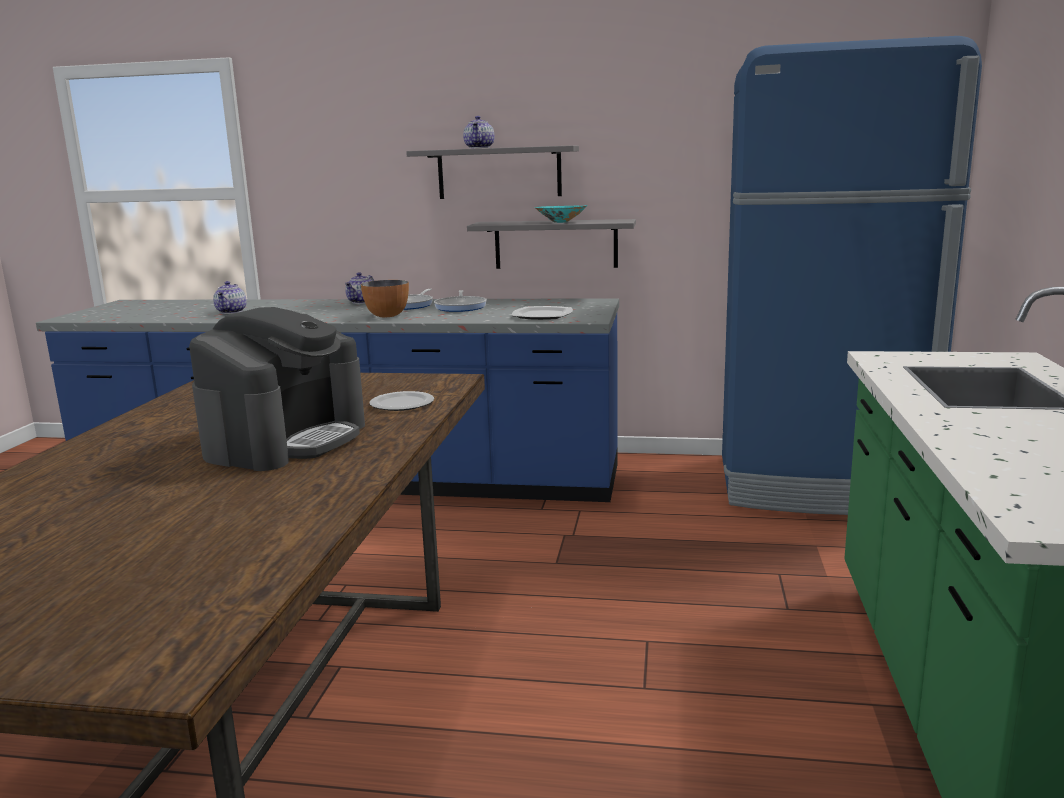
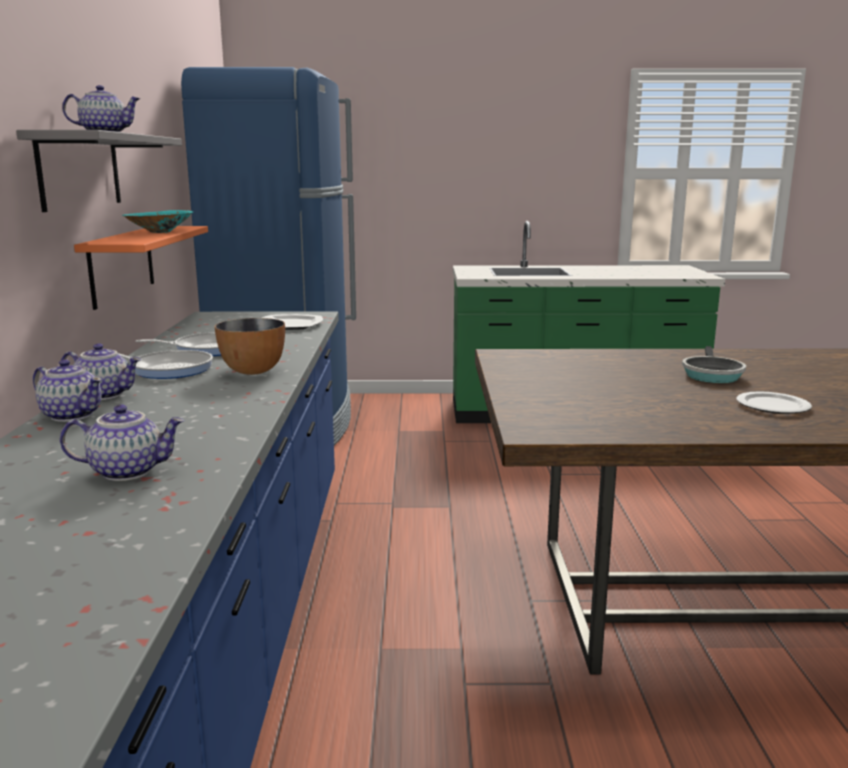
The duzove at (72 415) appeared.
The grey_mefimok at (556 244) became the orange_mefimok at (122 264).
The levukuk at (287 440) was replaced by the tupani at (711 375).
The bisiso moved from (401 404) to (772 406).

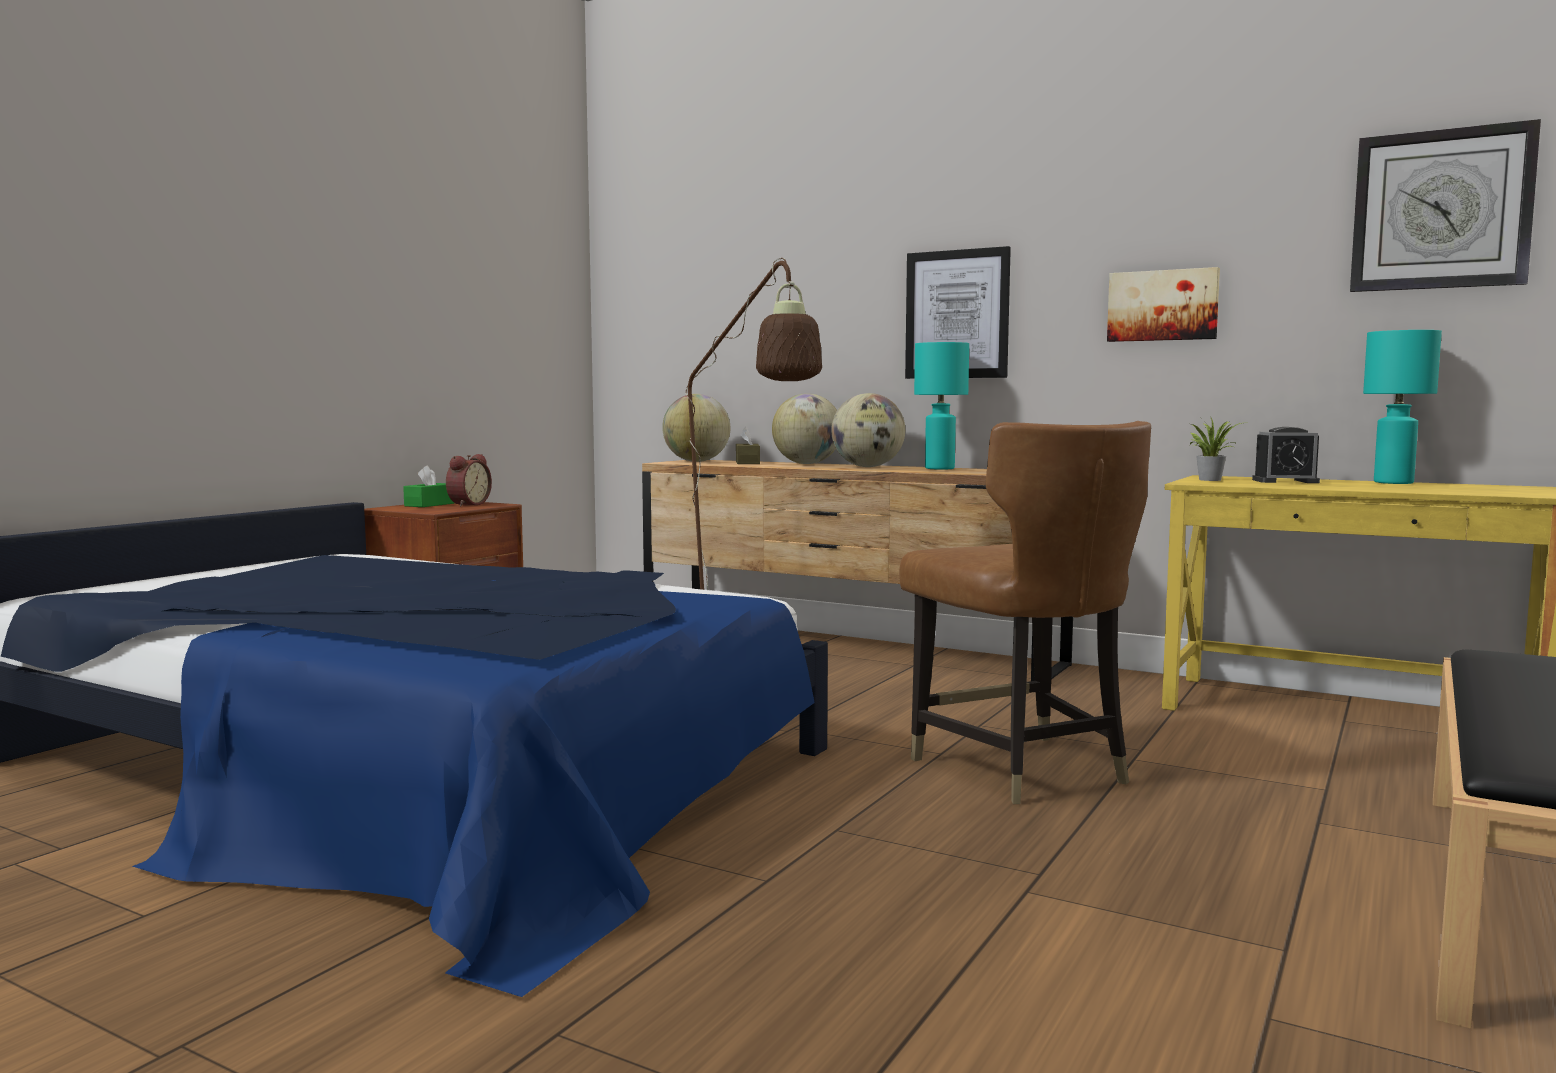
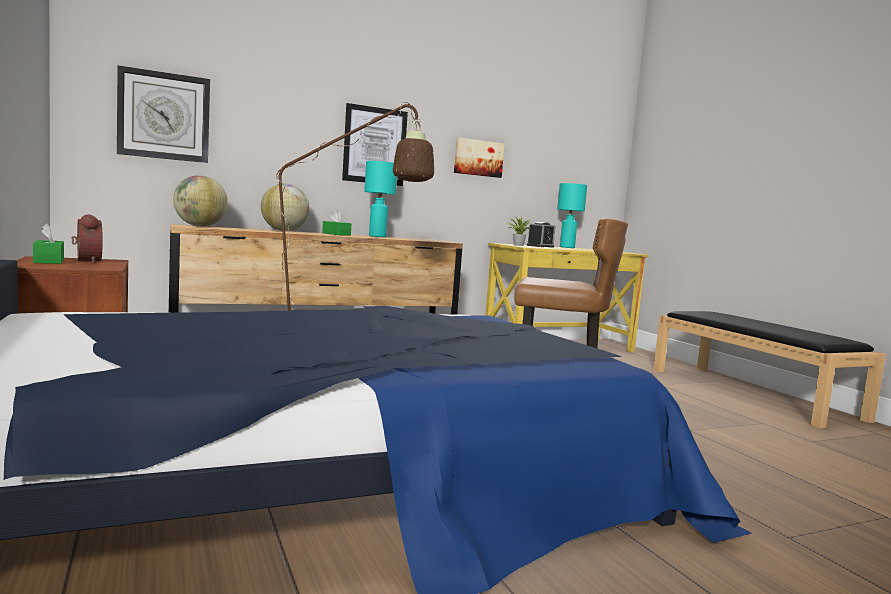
The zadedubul moved from (1441 210) to (164 116).
The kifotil at (867 467) was replaced by the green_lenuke at (336 234).
The brown_lenuke at (747 463) disappeared.

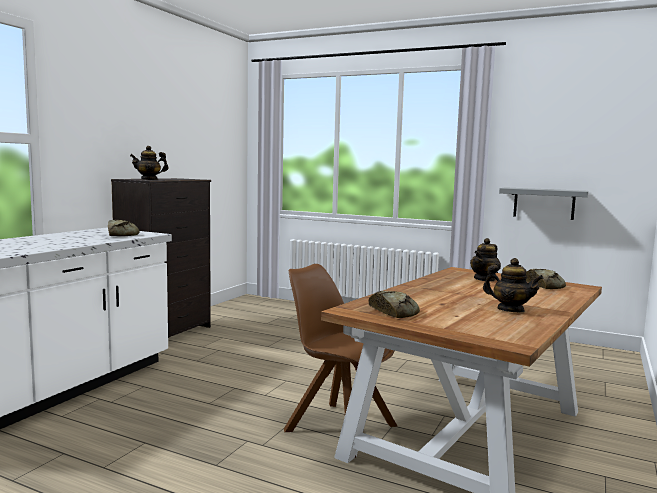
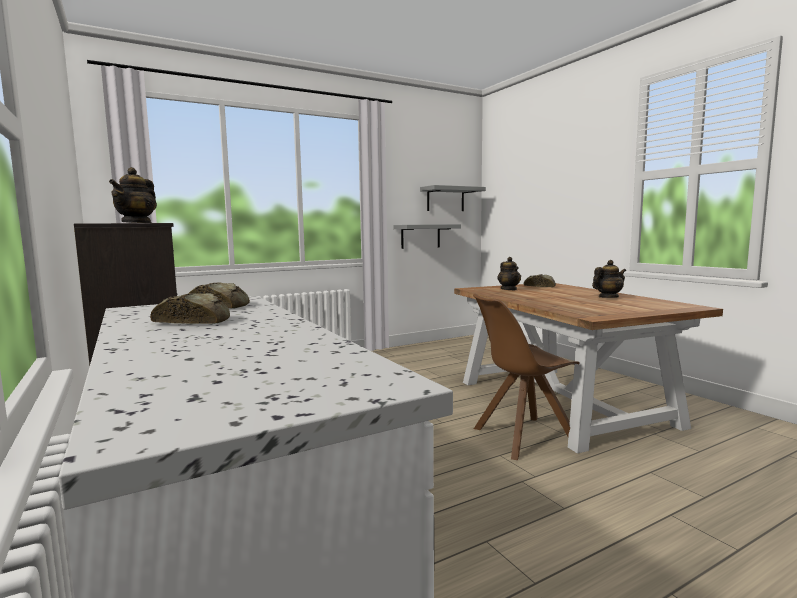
The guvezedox moved from (394 311) to (194 321).
The grey_mefimok at (445 199) appeared.

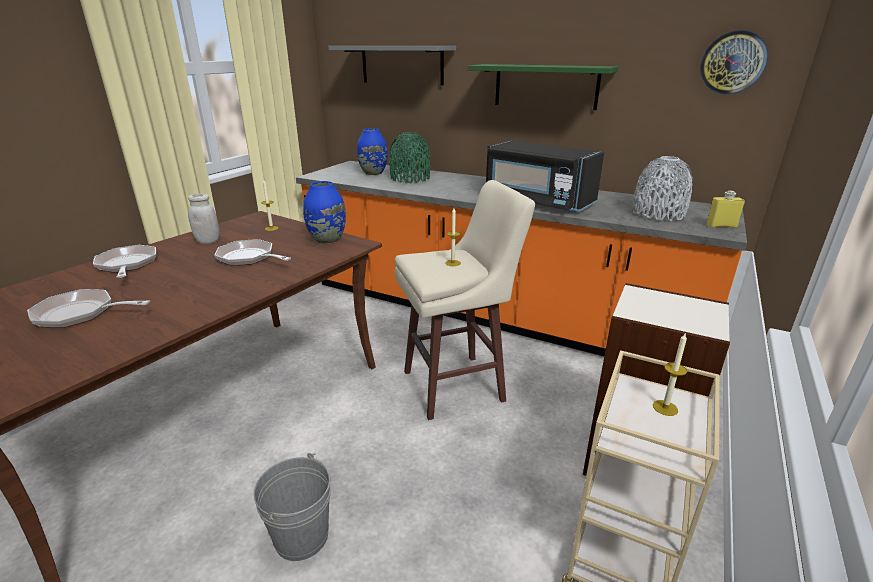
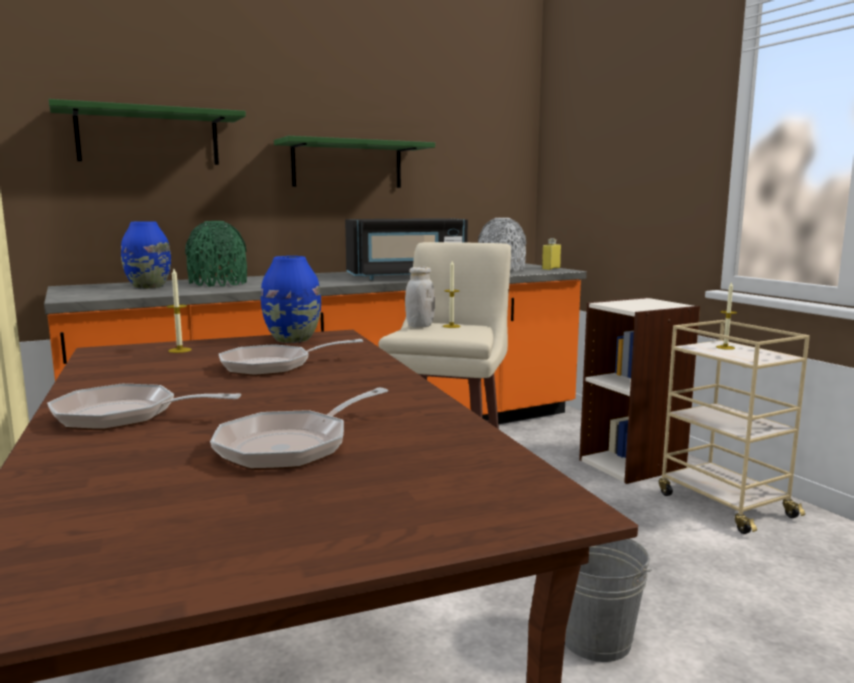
The grey_mefimok at (402 65) became the green_mefimok at (149 137).
The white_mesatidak moved from (208 241) to (419 326).
The zadedubul at (732 62) disappeared.

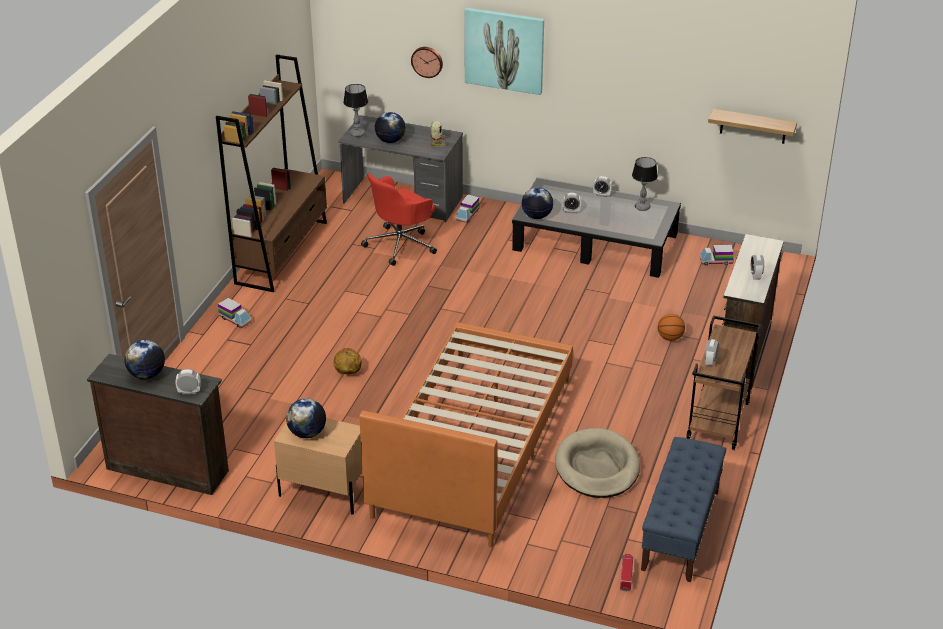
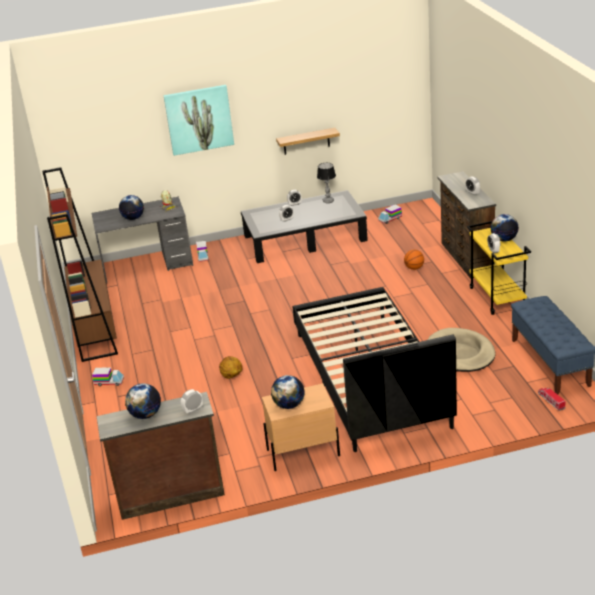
The mefimok moved from (753 126) to (306 141).
The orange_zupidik at (473 446) became the black_zupidik at (370 378).
The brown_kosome at (718 422) became the yellow_kosome at (498 298).
The kifotil moved from (537 216) to (504 239).
The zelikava at (357 134) disappeared.
The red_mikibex at (401 244) disappeared.
The zadedubul at (427 61) disappeared.

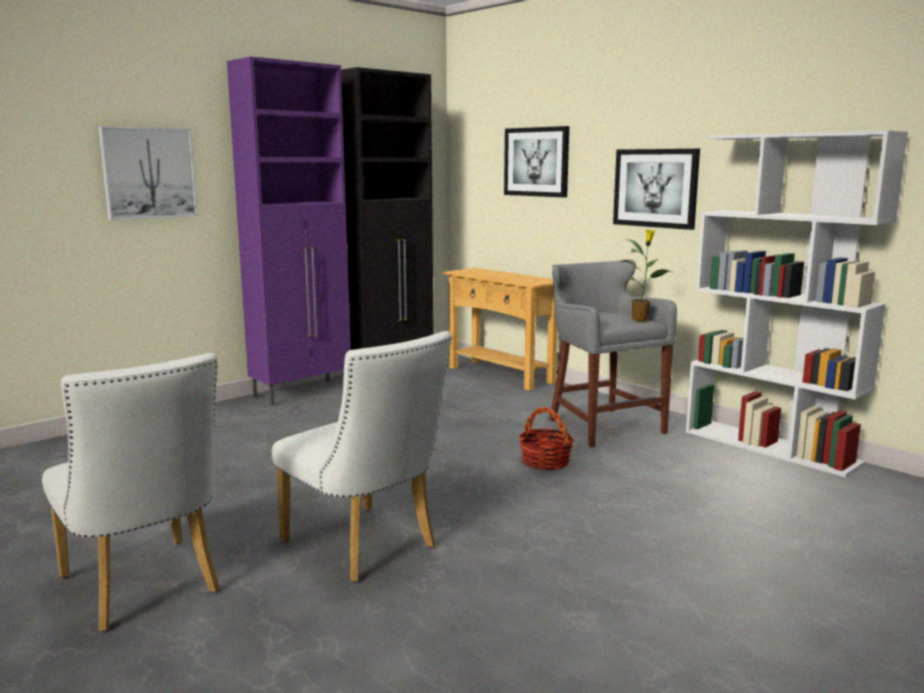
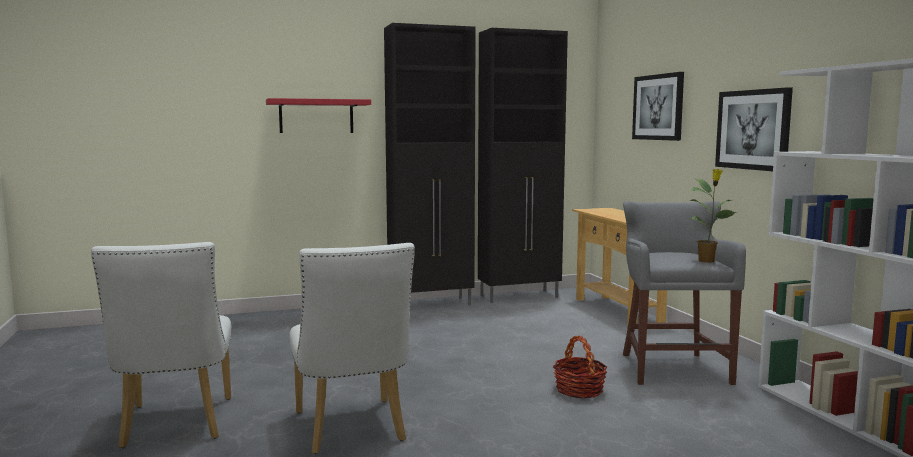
The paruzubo at (149 173) was replaced by the red_mefimok at (316 116).
The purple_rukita at (303 392) became the black_rukita at (432 304).

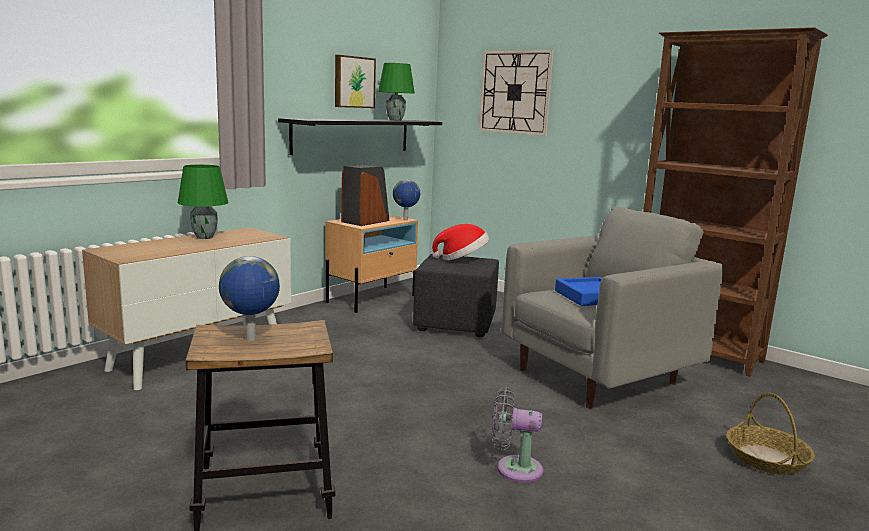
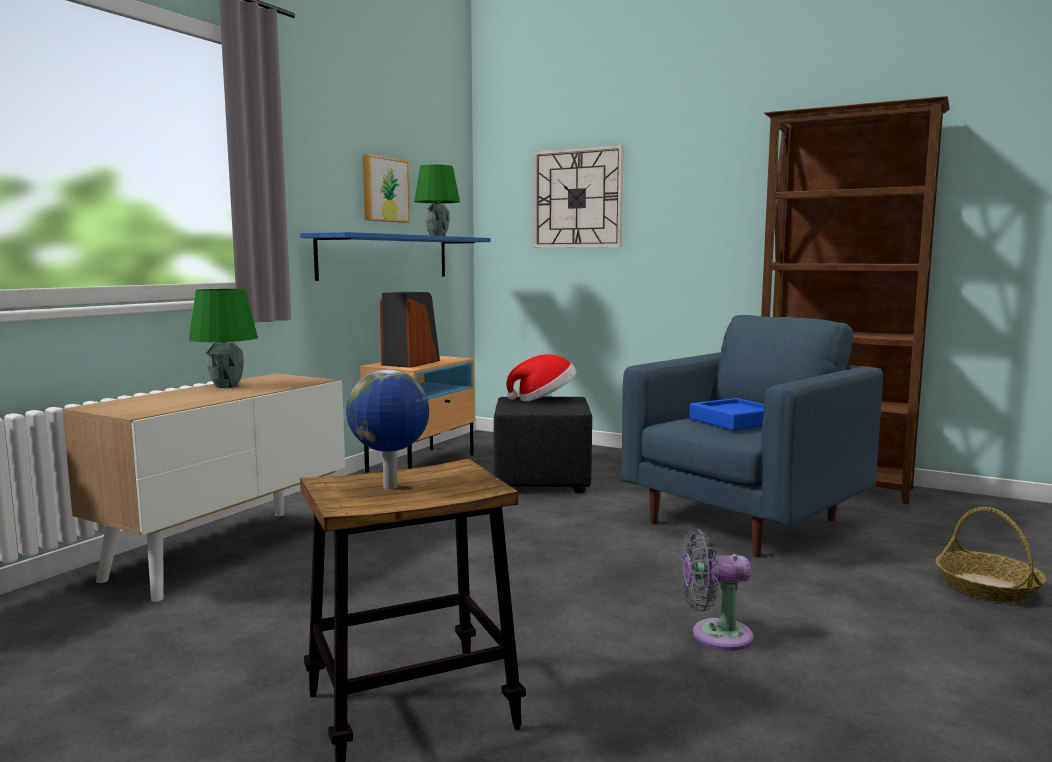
The black_mefimok at (352 136) became the blue_mefimok at (385 257).
The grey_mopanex at (597 377) became the blue_mopanex at (743 521).
The kifotil at (405 220) disappeared.

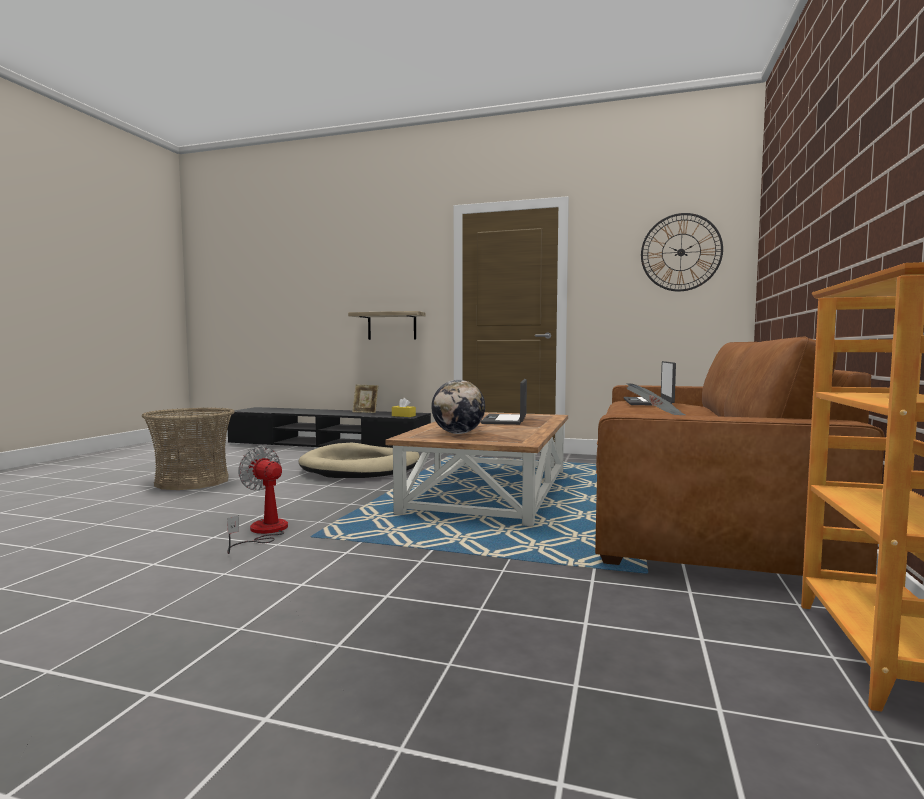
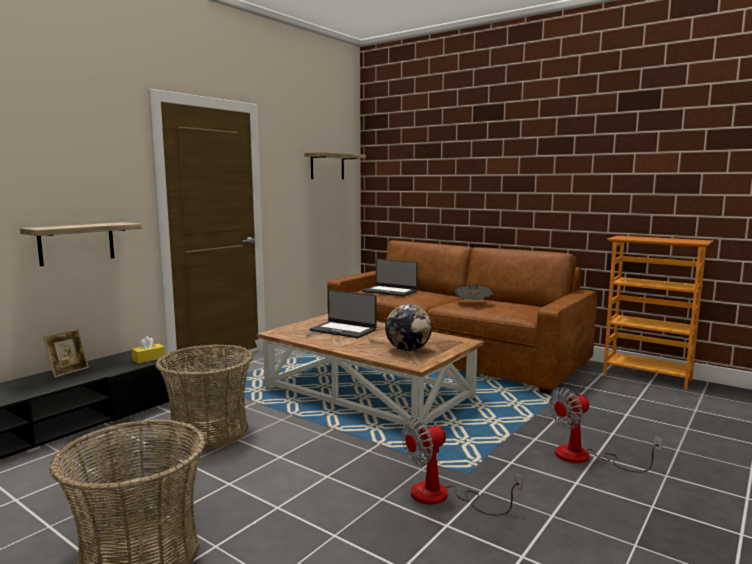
The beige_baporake at (361 467) was replaced by the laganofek at (209 432).
The zadedubul at (681 252) was replaced by the mefimok at (327 166).
The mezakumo at (585 457) appeared.

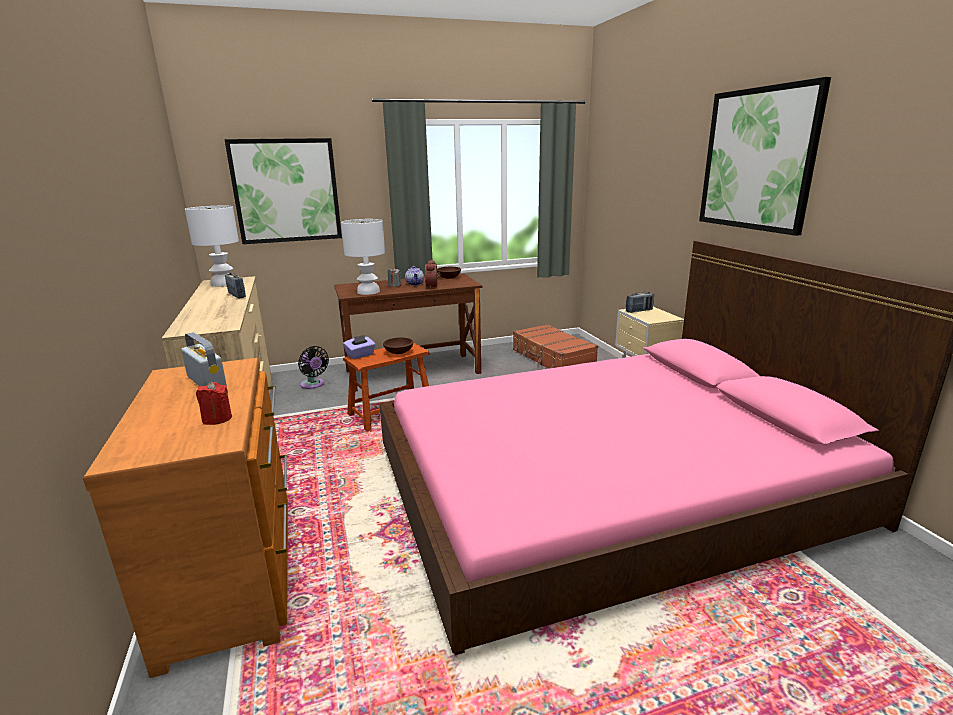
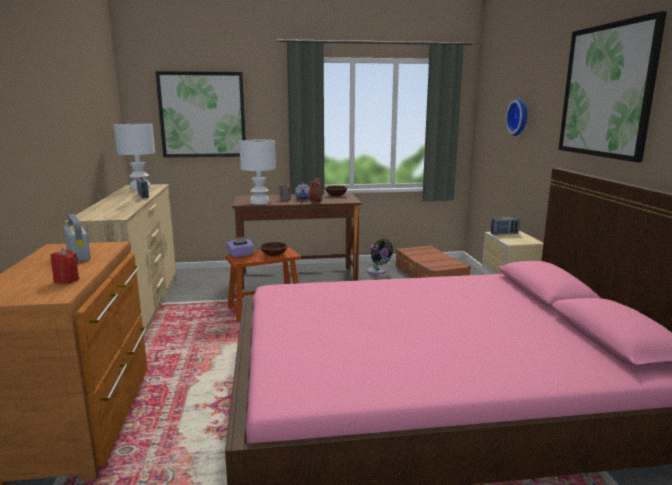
The black_mezakumo moved from (313 385) to (377 272).
The zadedubul at (519 117) appeared.

